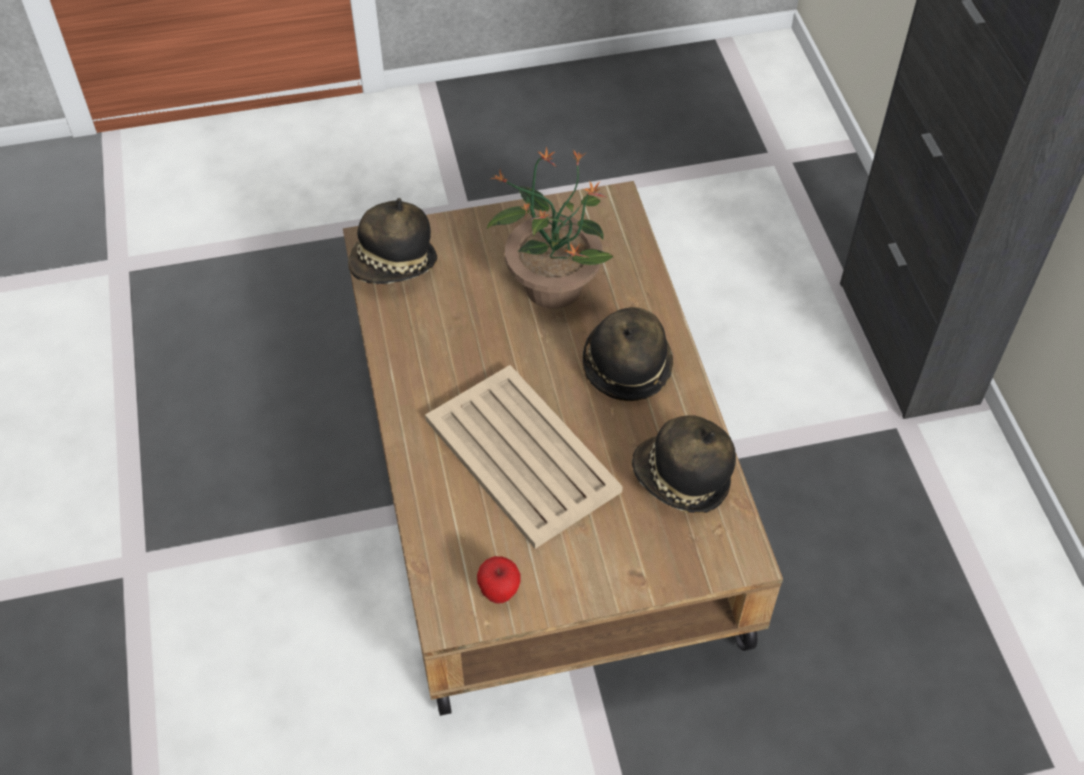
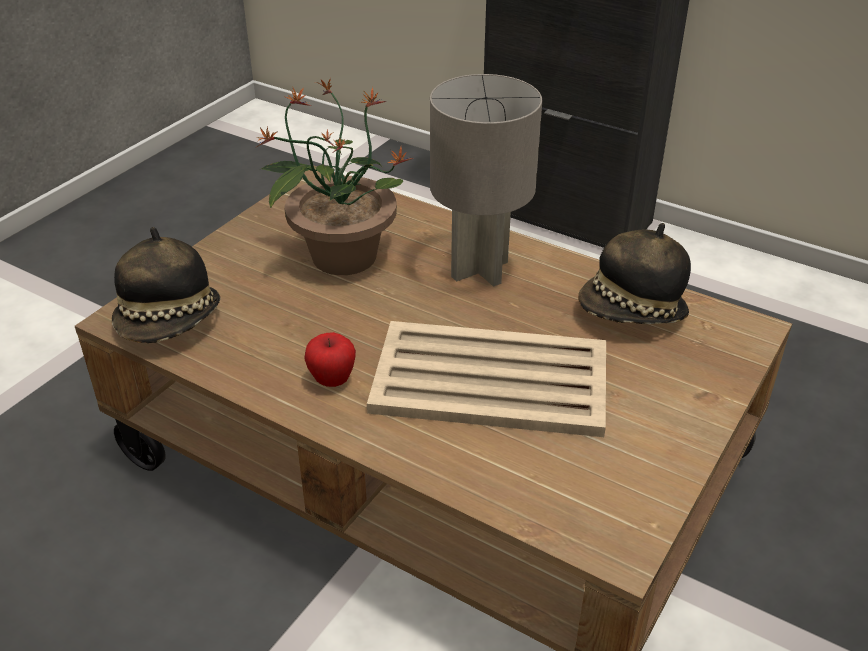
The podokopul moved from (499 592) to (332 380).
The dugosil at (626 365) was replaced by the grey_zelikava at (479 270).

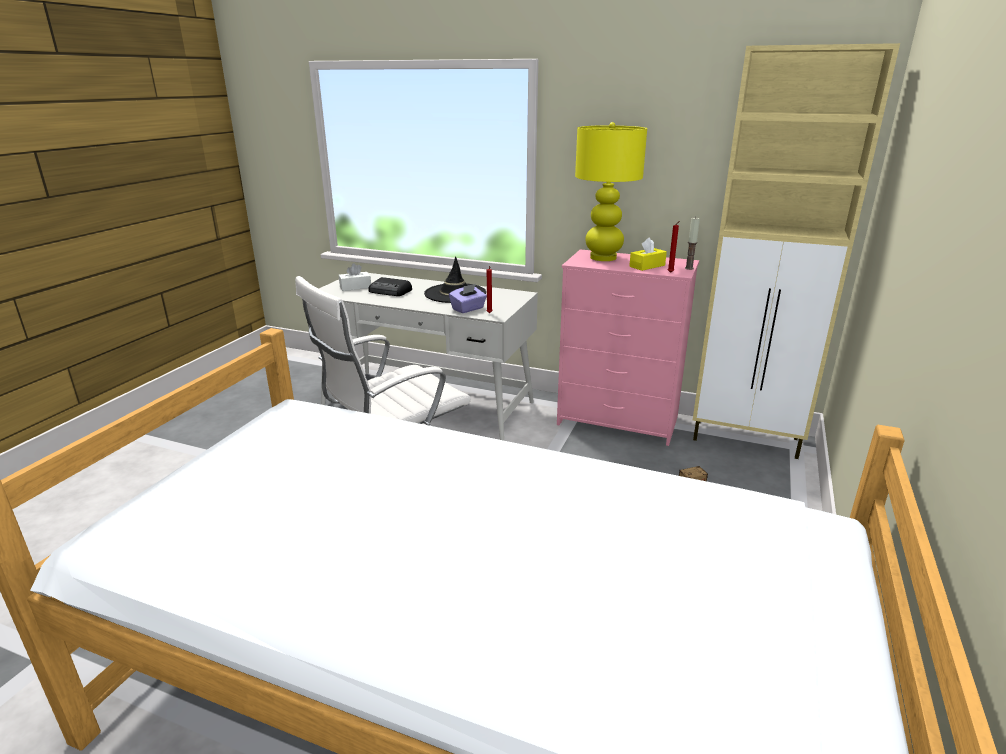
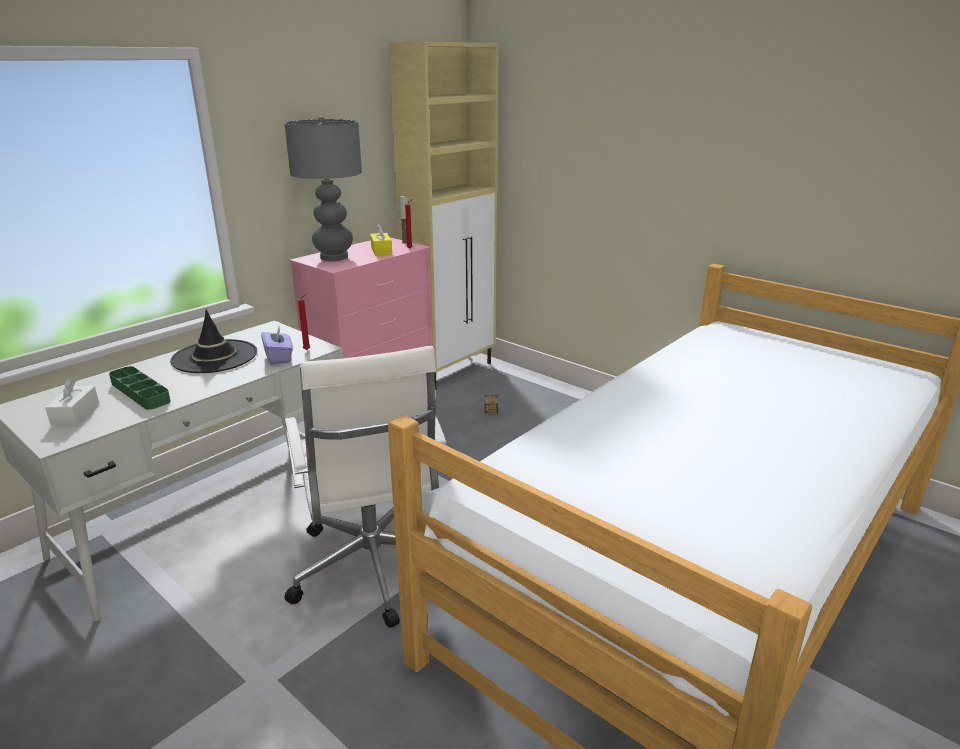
The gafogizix at (390 291) was replaced by the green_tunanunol at (140 392).
The yellow_zelikava at (603 257) became the grey_zelikava at (334 257).

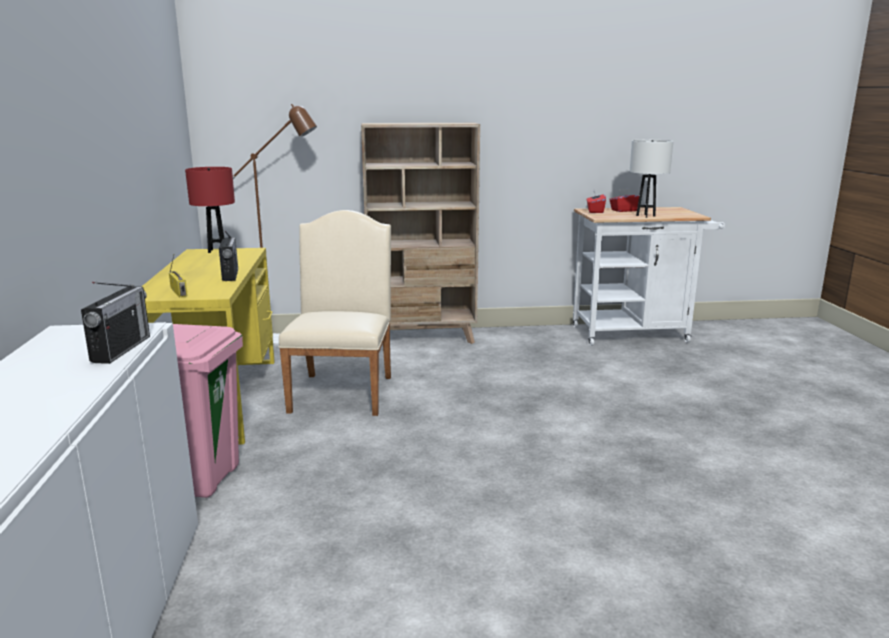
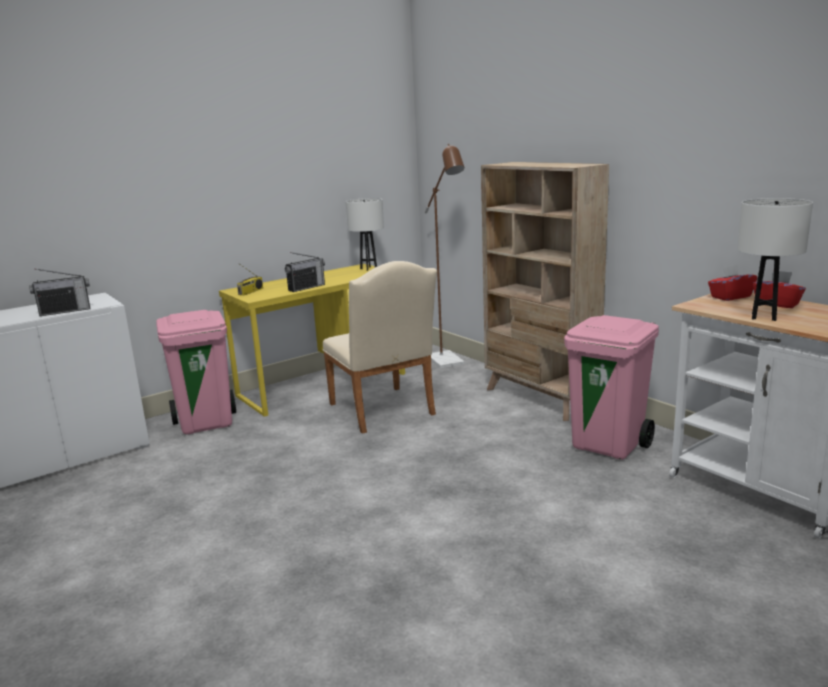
The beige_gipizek at (344 390) turned 90 degrees clockwise.
The red_zelikava at (217 251) became the white_zelikava at (368 268).
The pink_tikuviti at (608 445) appeared.

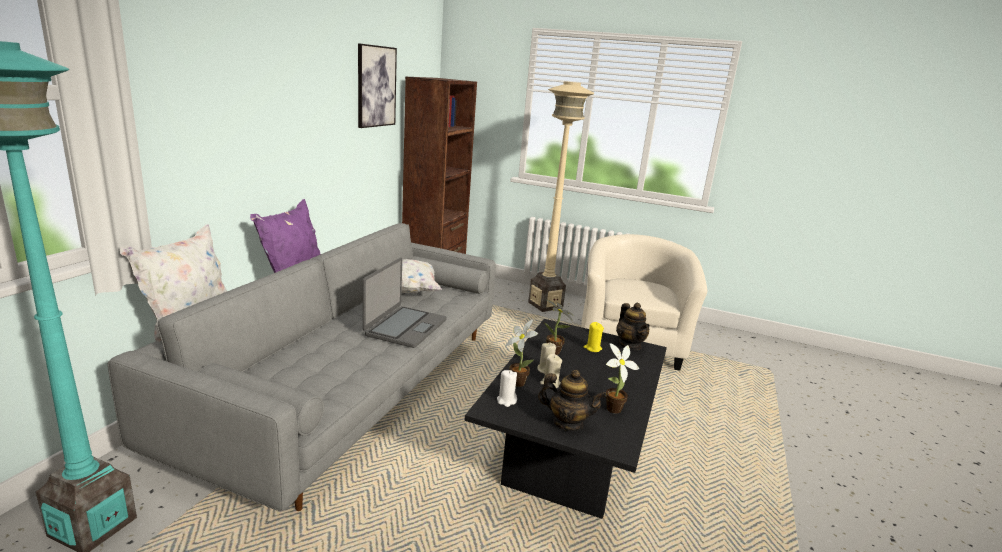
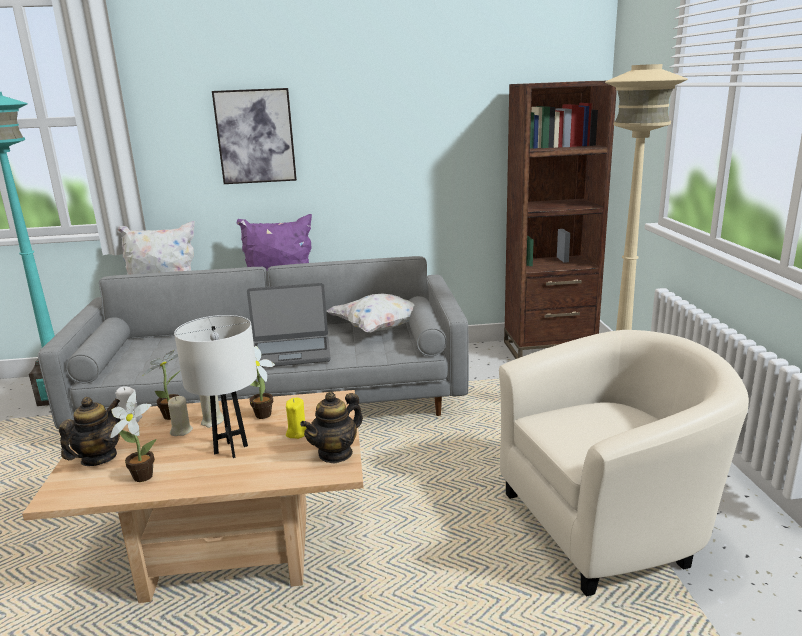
The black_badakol at (566 464) became the beige_badakol at (230 551).
The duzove at (567 423) turned 150 degrees counterclockwise.
The white_zelikava at (230 449) appeared.
The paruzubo moved from (376 86) to (255 136).

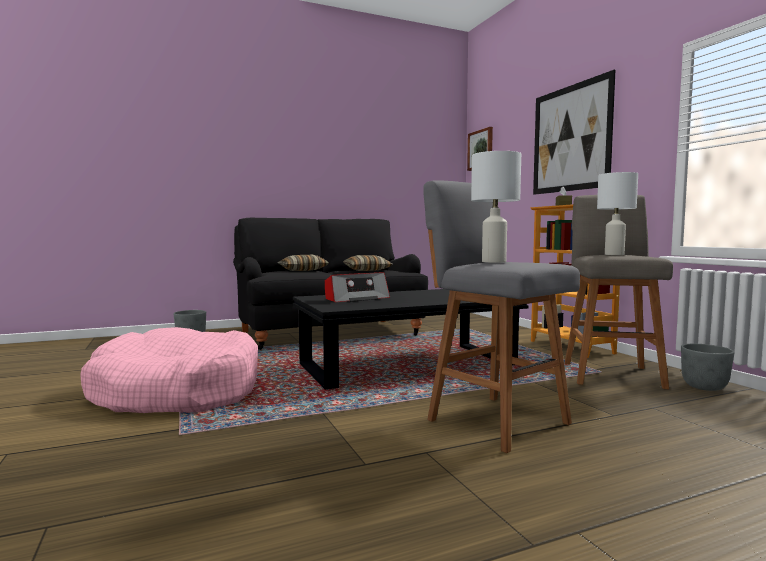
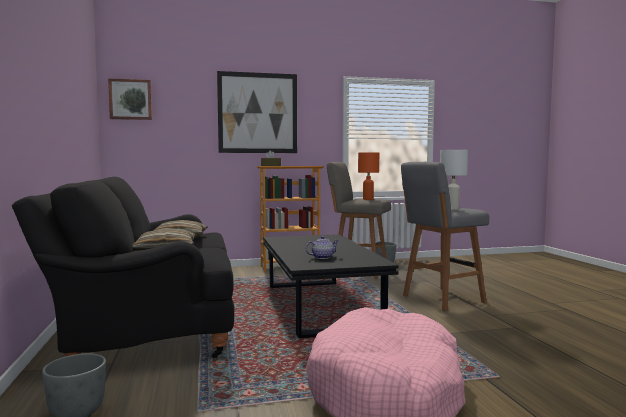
The gafogizix at (356 298) was replaced by the duzove at (322 257).
The white_zelikava at (615 254) became the orange_zelikava at (368 199).

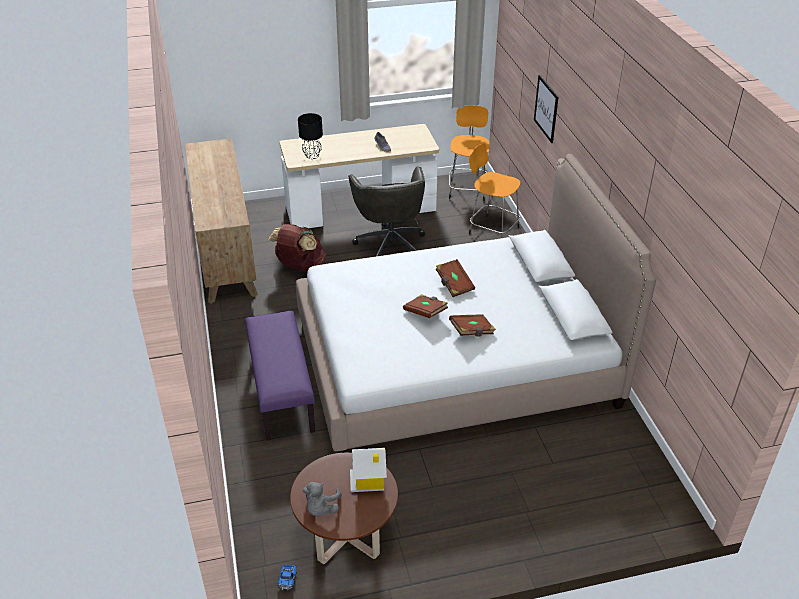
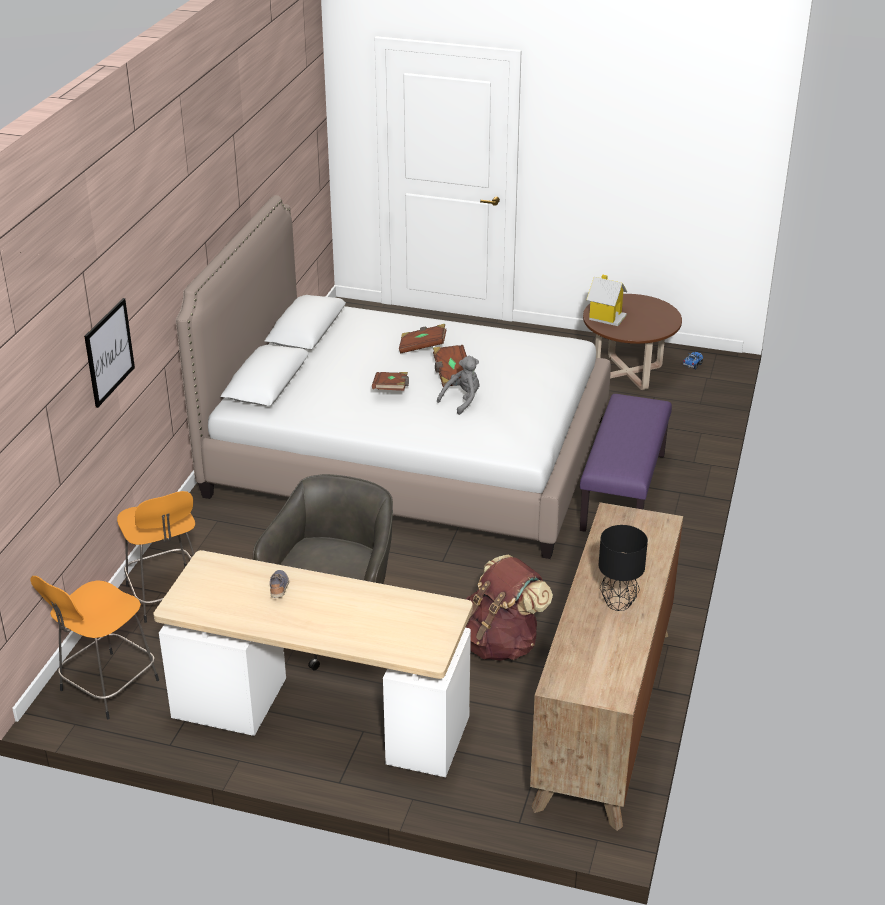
The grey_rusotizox moved from (321 508) to (462 400).
The black_zelikava moved from (311 156) to (618 604).

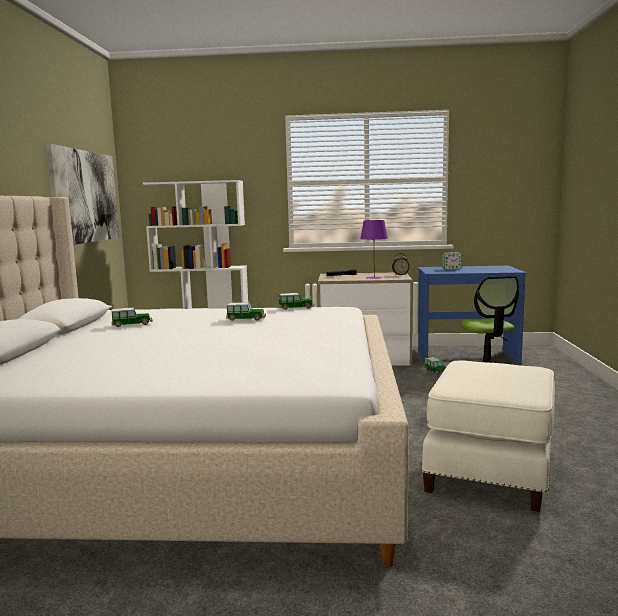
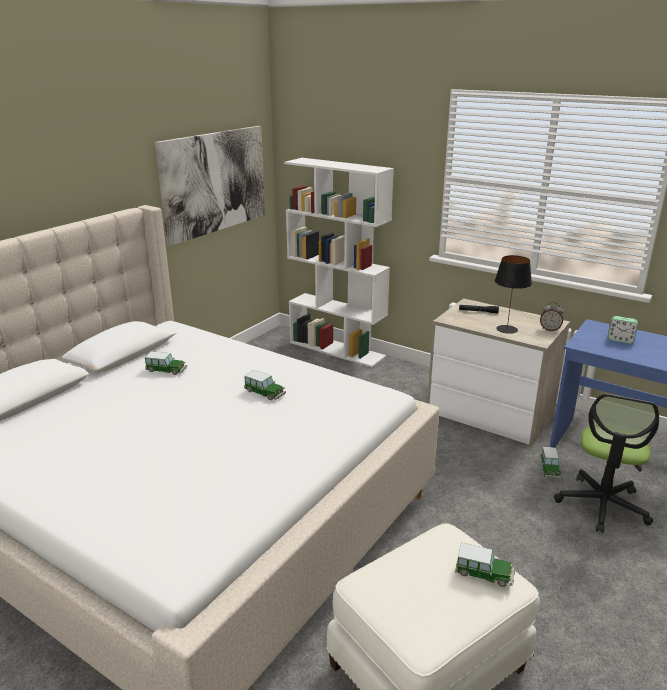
The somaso moved from (296 308) to (484 573).
The purple_zelikava at (373 277) became the black_zelikava at (506 329).

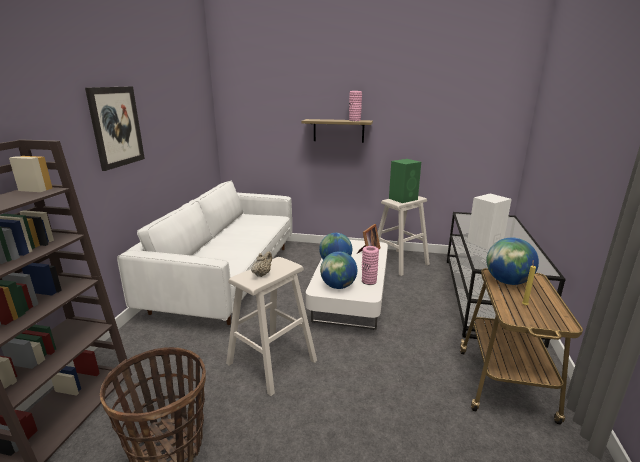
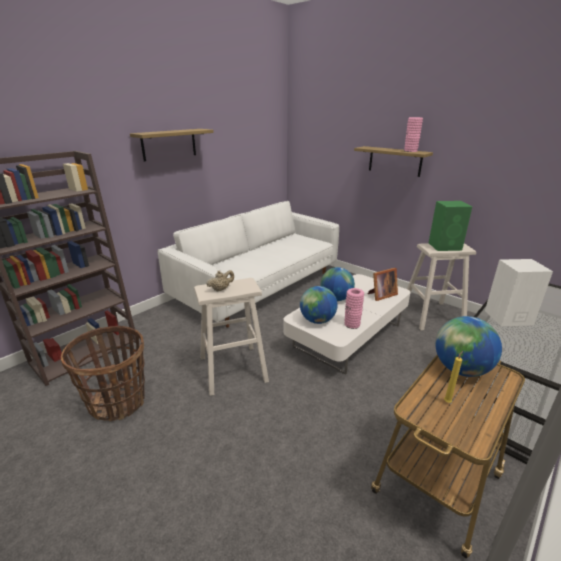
The paruzubo at (116 127) was replaced by the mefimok at (169 144).

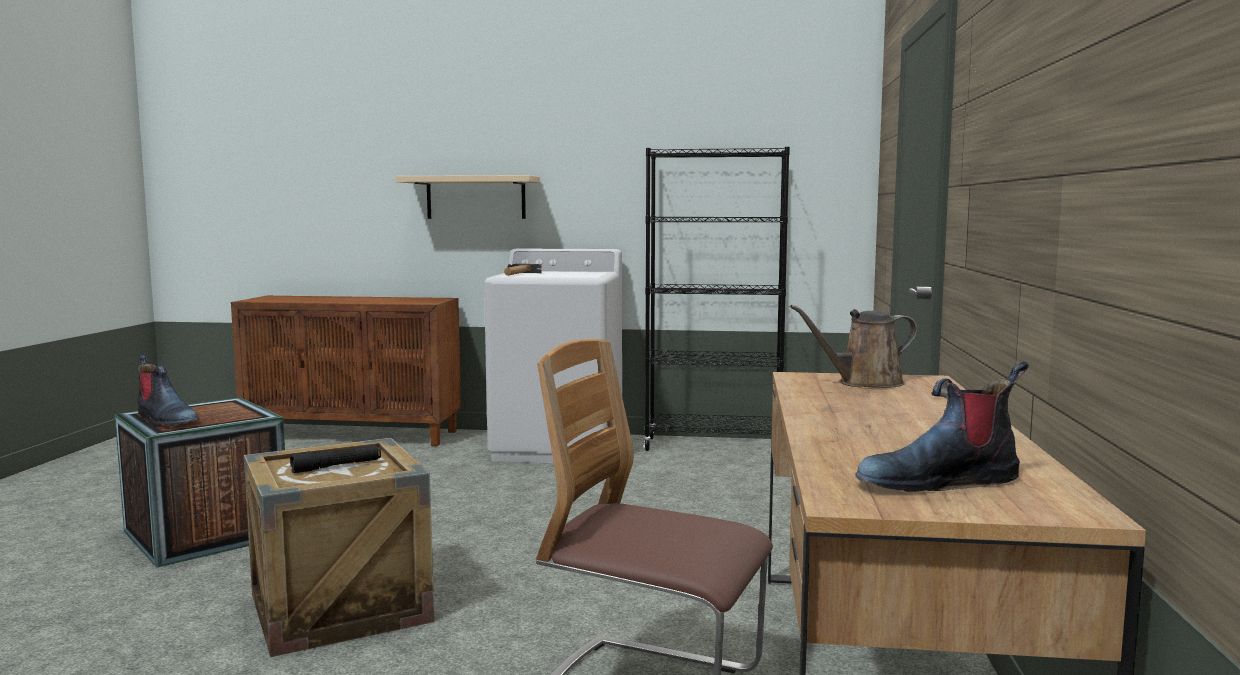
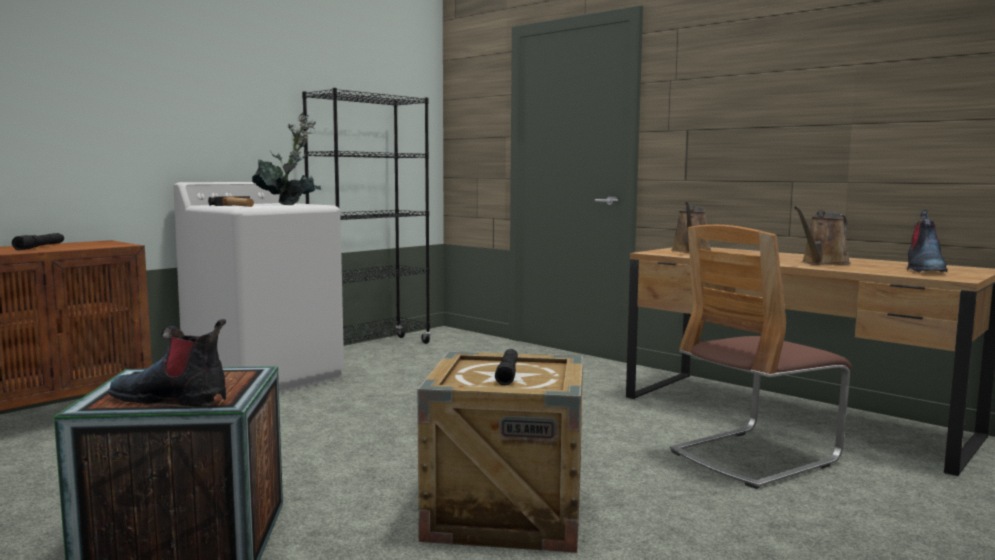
The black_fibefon at (40 247) appeared.
The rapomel at (165 420) turned 150 degrees counterclockwise.
The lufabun at (290 204) appeared.
The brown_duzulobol at (822 263) appeared.
The beige_mefimok at (476 198) disappeared.

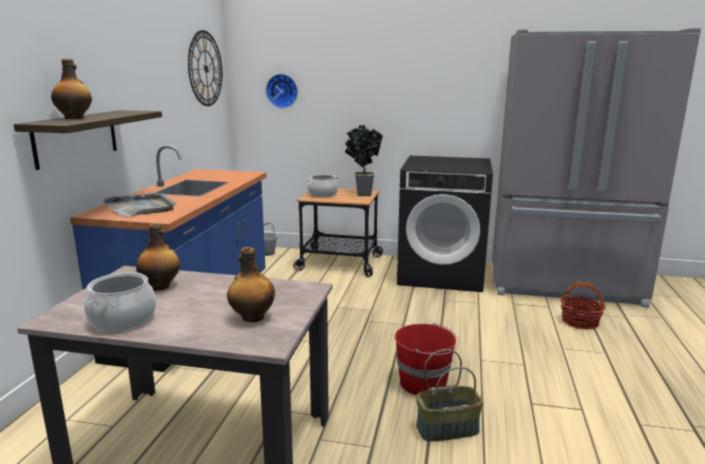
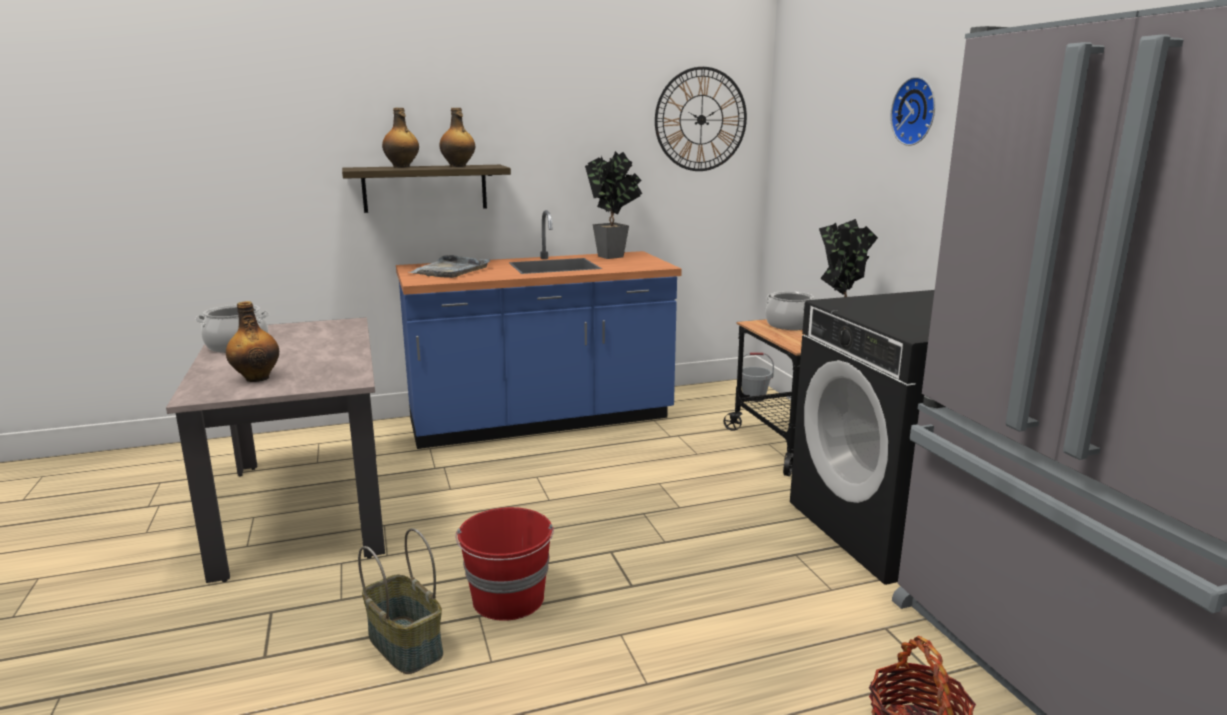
The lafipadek moved from (160 286) to (458 166).
The lufabun at (615 256) appeared.
The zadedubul moved from (282 91) to (916 111).

